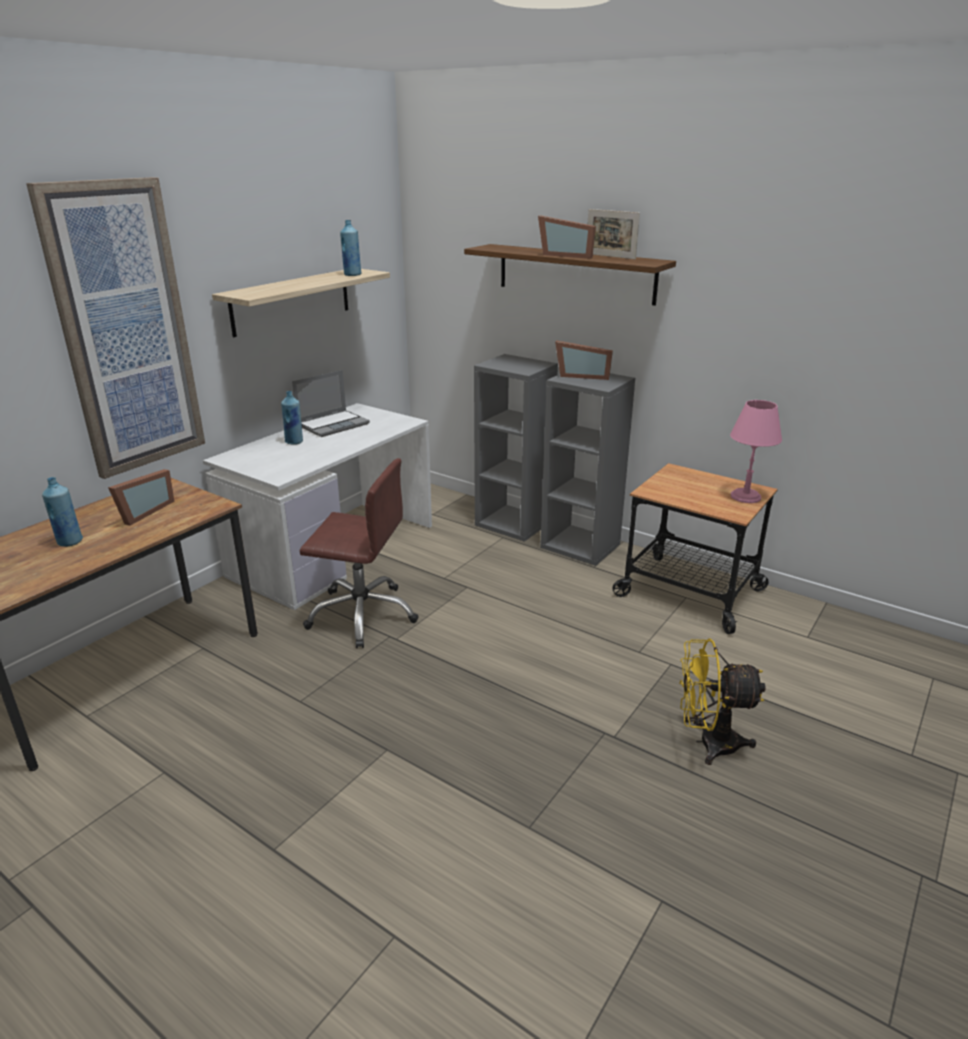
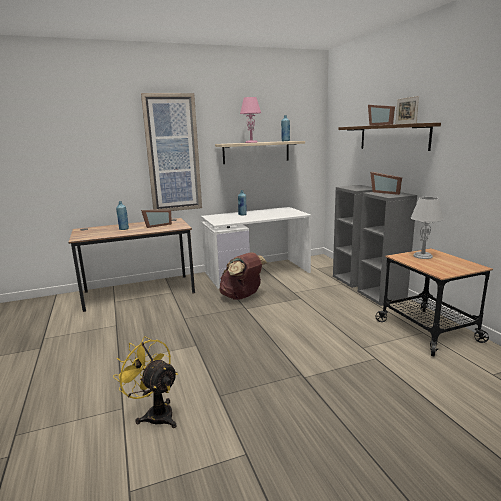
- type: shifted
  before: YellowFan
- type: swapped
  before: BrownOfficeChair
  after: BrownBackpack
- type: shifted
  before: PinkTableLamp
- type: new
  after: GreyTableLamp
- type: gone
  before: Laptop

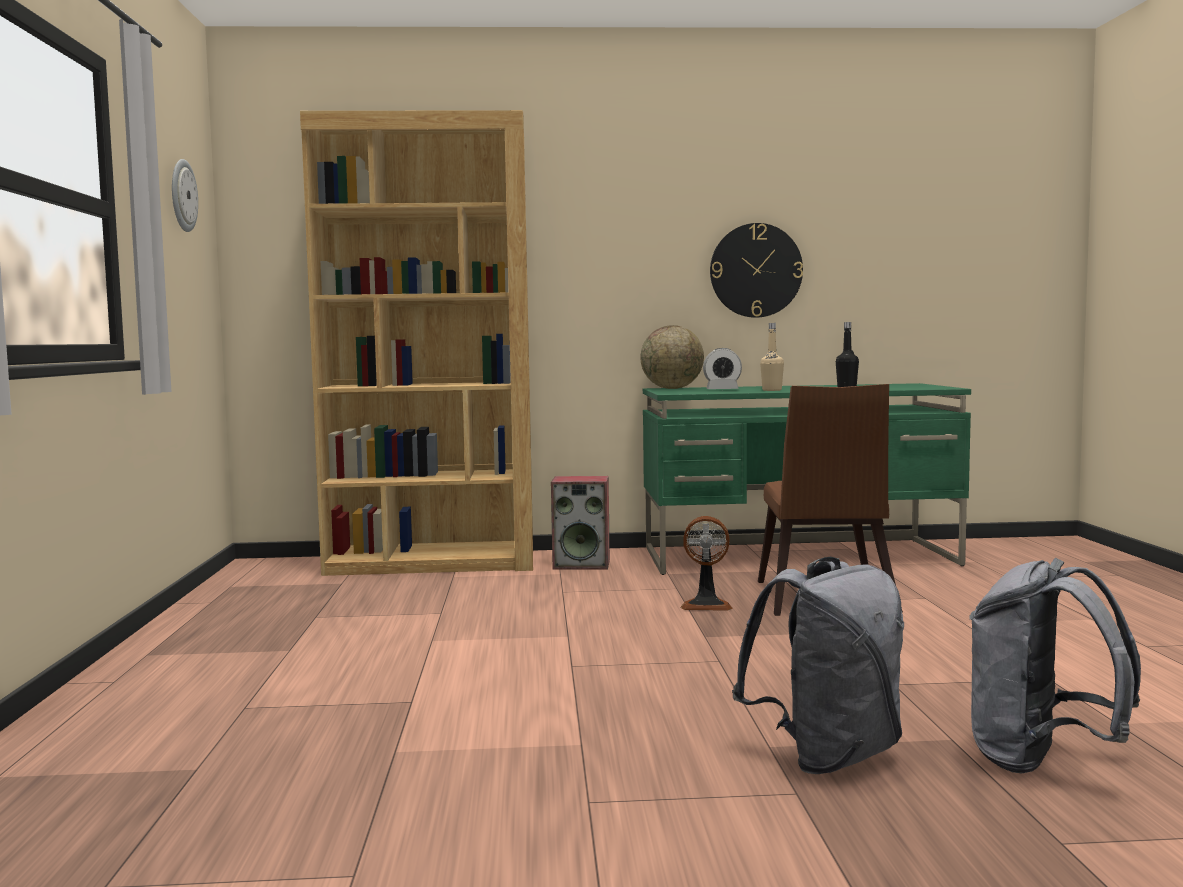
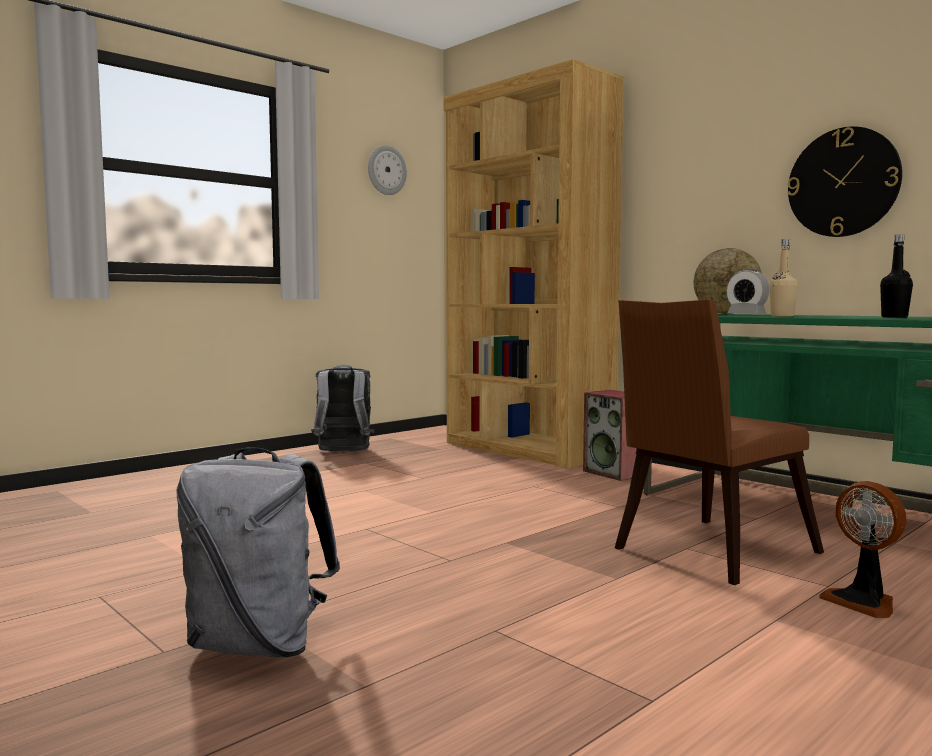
- type: shifted
  before: GreyBackpack (no. 2 from left)
- type: shifted
  before: Fan

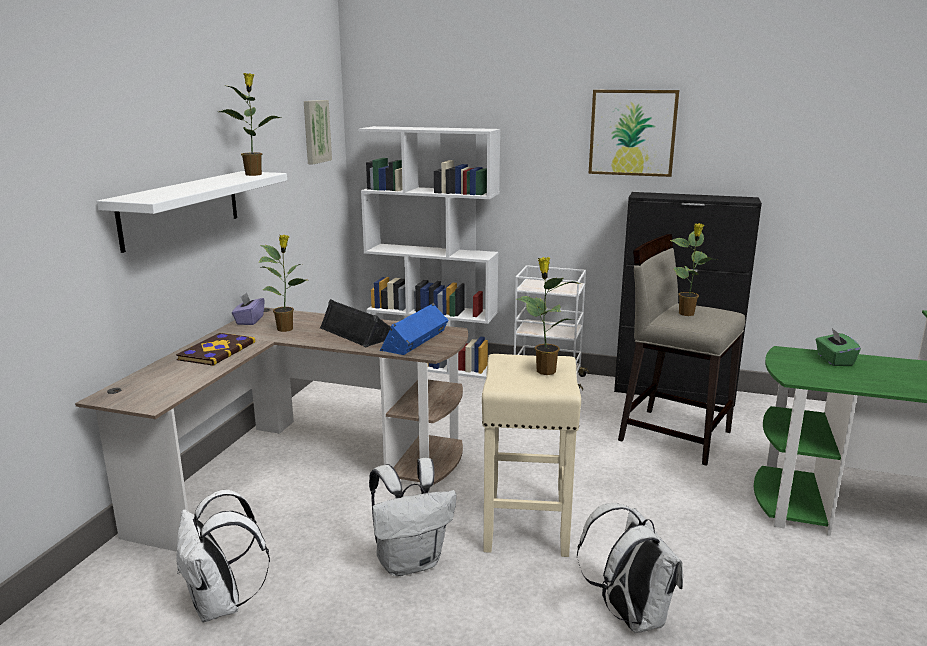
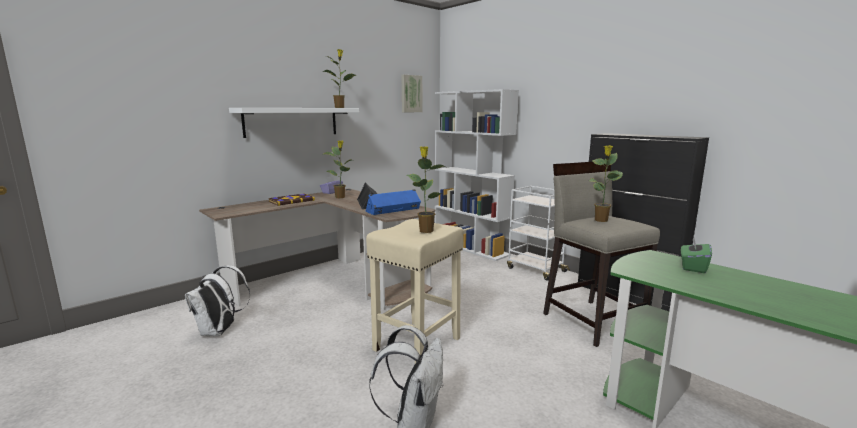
- type: gone
  before: WhiteBackpack (no. 2 from left)
- type: gone
  before: Picture (no. 2 from left)

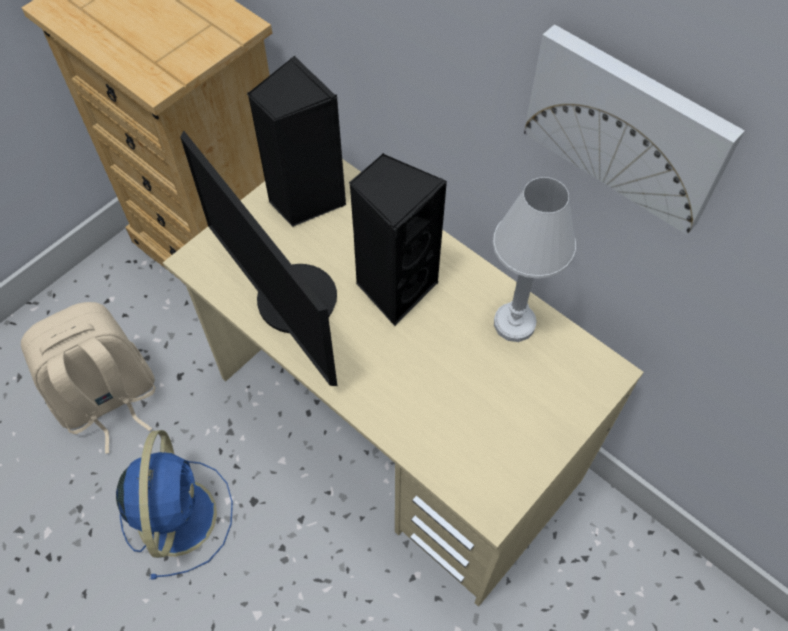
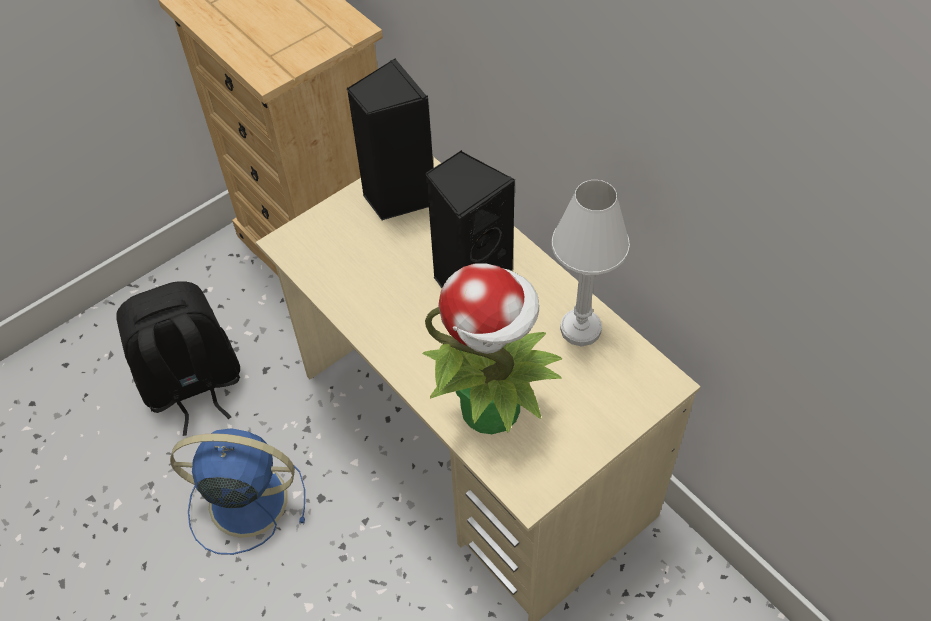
- type: repainted
  before: BeigeBackpack
  after: BlackBackpack
- type: rotated
  before: BlueFan
  turn: -90
- type: new
  after: PottedPlant
- type: gone
  before: Monitor
- type: gone
  before: Picture

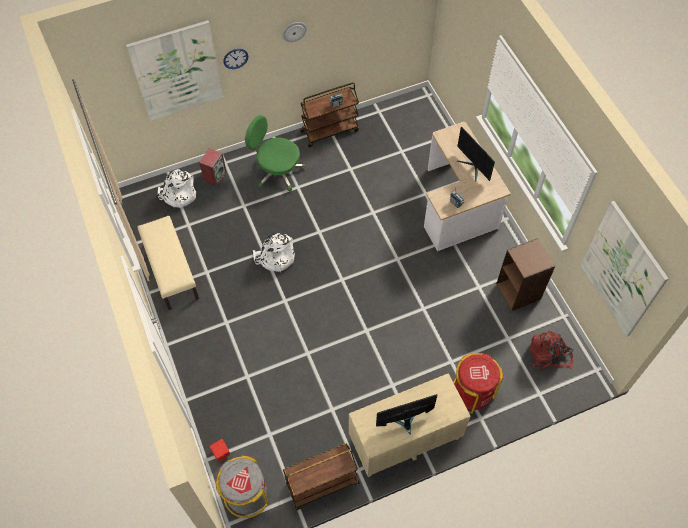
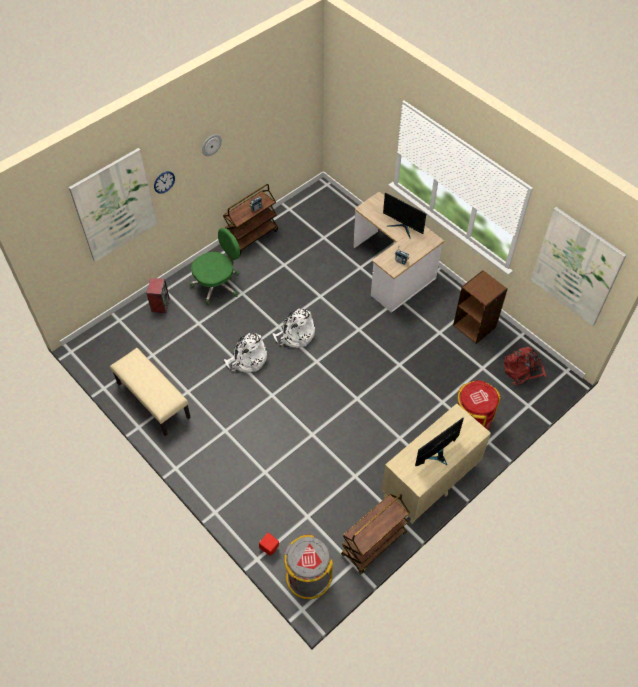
- type: rotated
  before: GreenOfficeChair
  turn: 135
- type: shifted
  before: WhiteBackpack (no. 1 from left in the first image)
  after: WhiteBackpack (no. 2 from left)

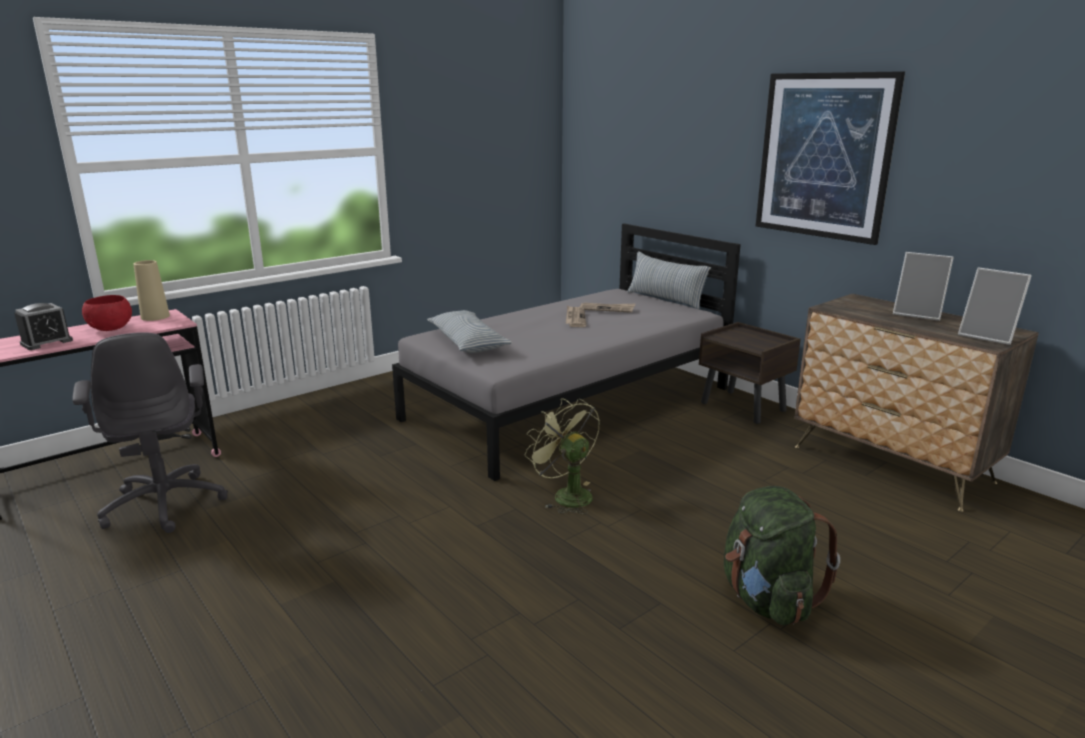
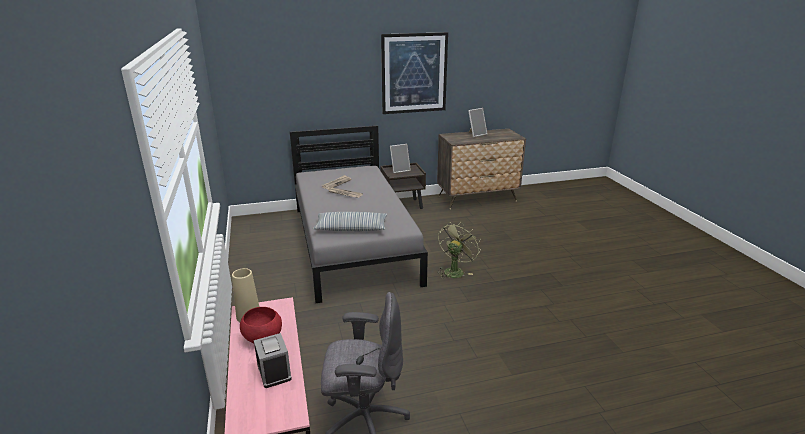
- type: shifted
  before: PictureFrame (no. 2 from left in the first image)
  after: PictureFrame (no. 1 from left)
- type: rotated
  before: GreenFan
  turn: 135
- type: gone
  before: Pillow (no. 2 from left)
- type: gone
  before: GreenBackpack

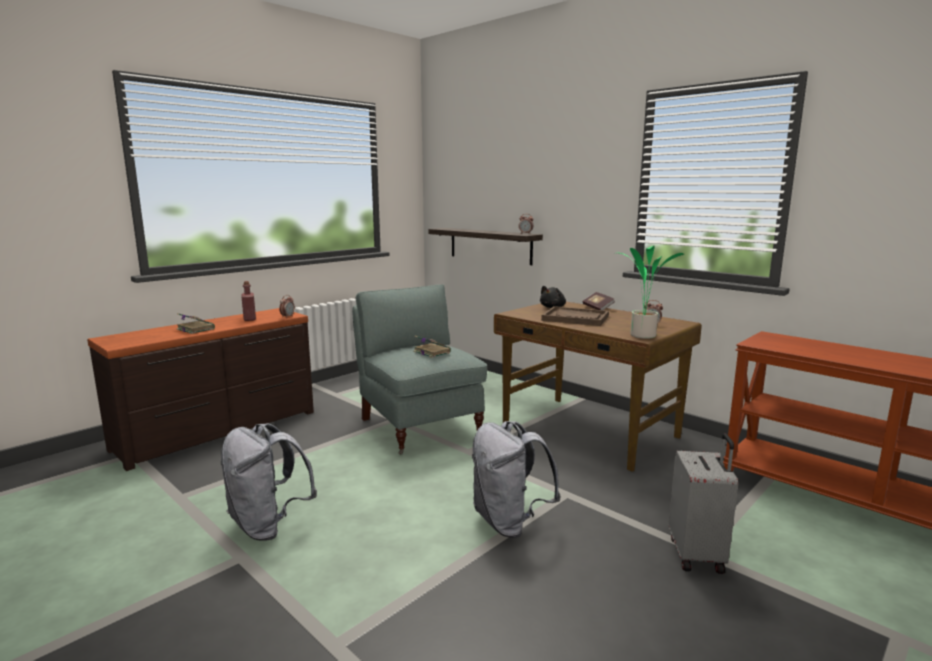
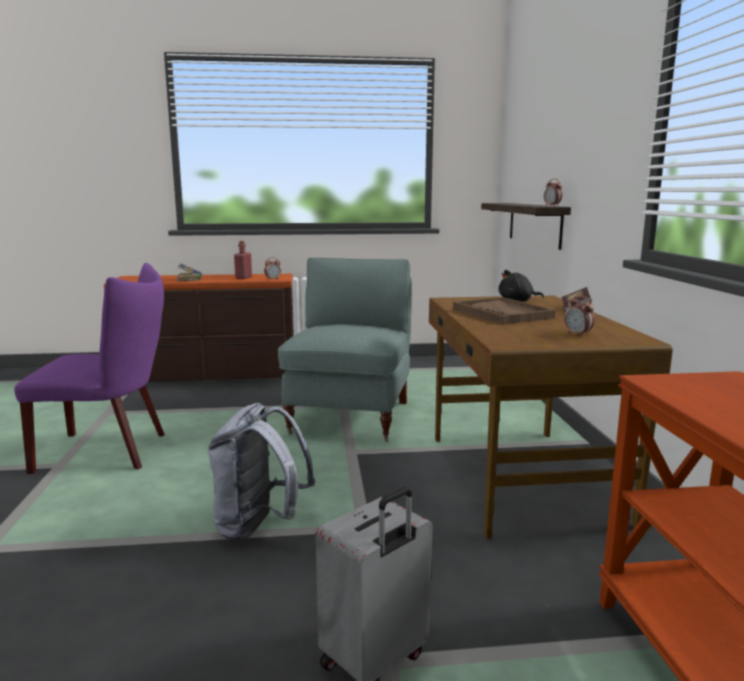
- type: swapped
  before: GreyBackpack (no. 1 from left)
  after: PurpleChair
- type: gone
  before: Book (no. 2 from left)
- type: gone
  before: PottedPlant

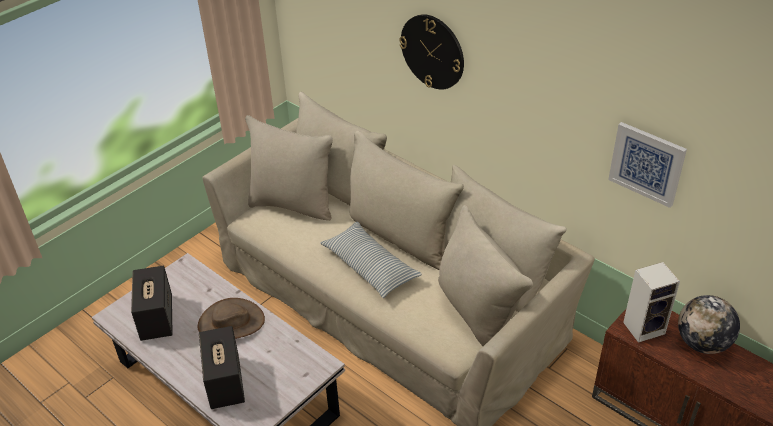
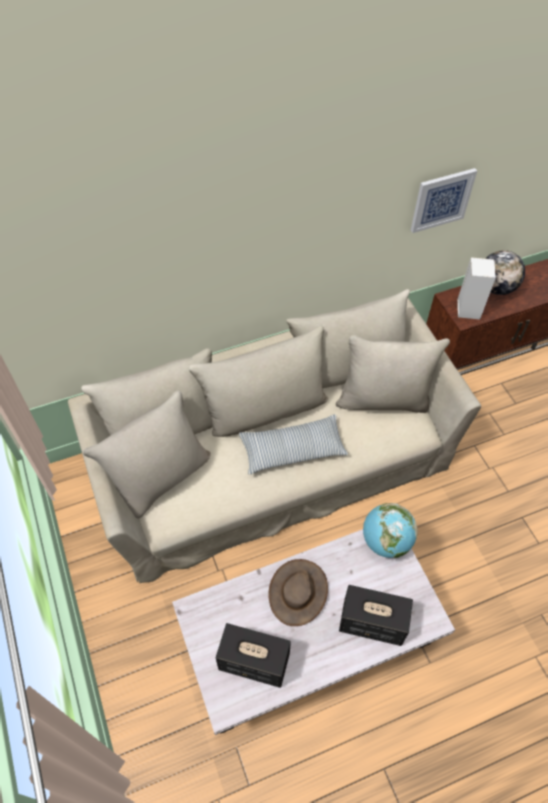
- type: new
  after: Globe (no. 1 from left)
- type: gone
  before: WallClock

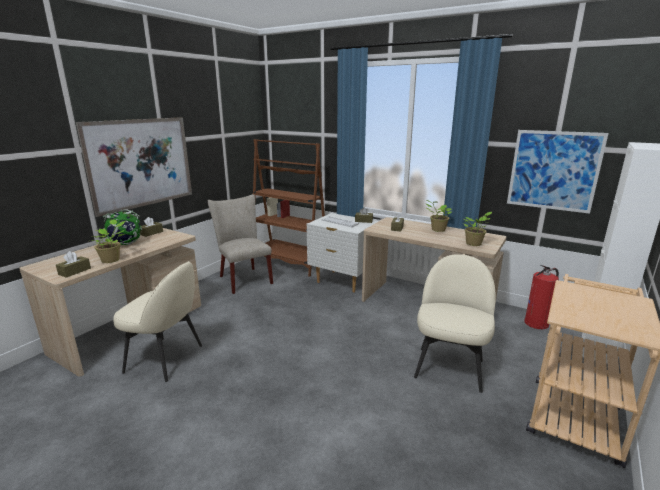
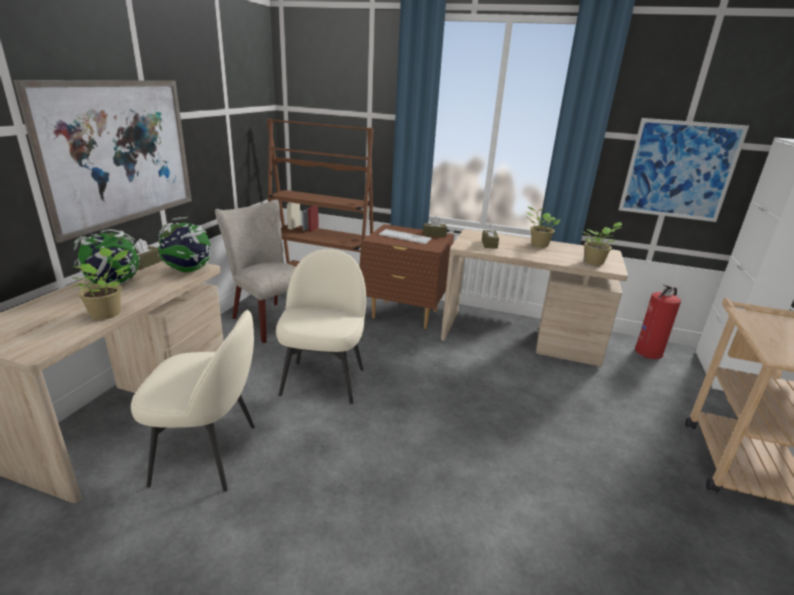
- type: new
  after: Globe (no. 2 from left)
- type: shifted
  before: BeigeChair (no. 3 from left)
- type: repainted
  before: WhiteNightstand
  after: BrownNightstand
- type: gone
  before: BrownTissueBox (no. 1 from left)

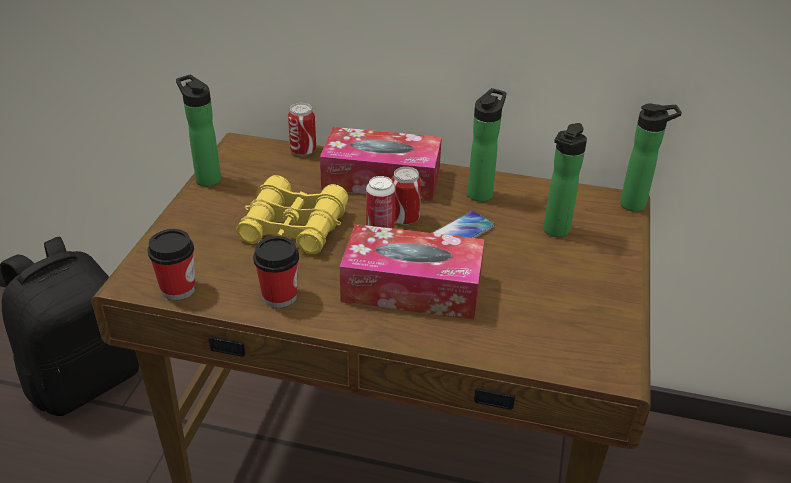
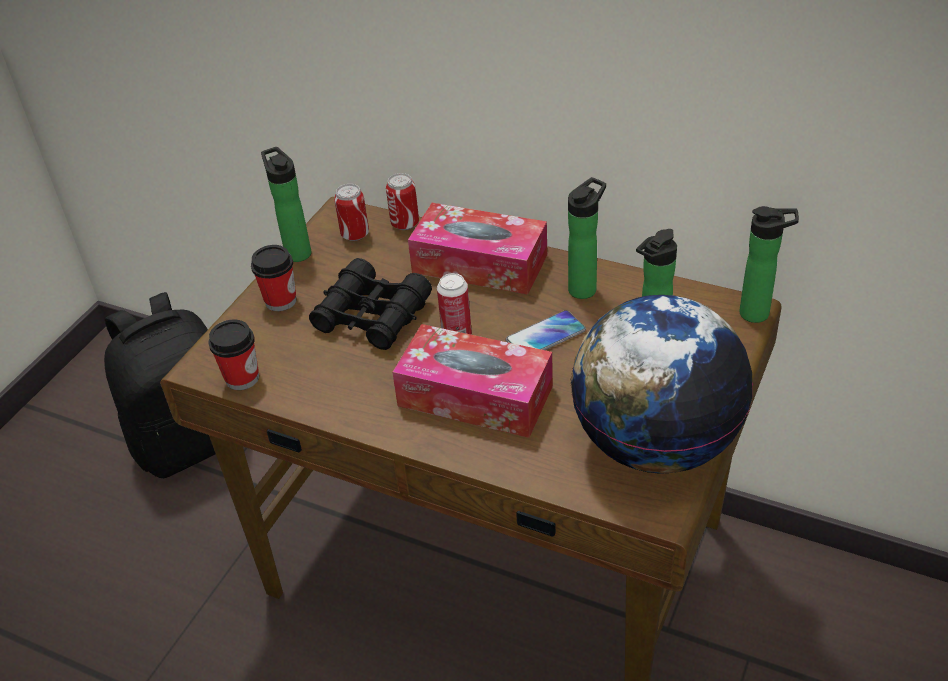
- type: shifted
  before: Cup (no. 2 from left)
- type: repainted
  before: YellowBinoculars
  after: BlackBinoculars
- type: shifted
  before: Can (no. 3 from left in the first image)
  after: Can (no. 1 from left)
- type: new
  after: Globe

